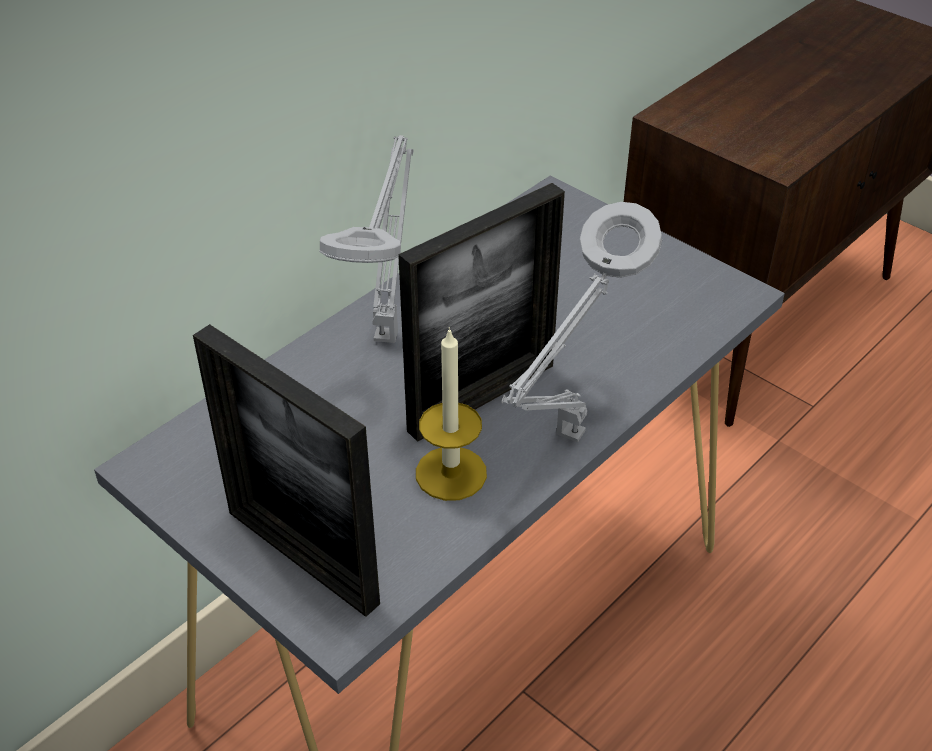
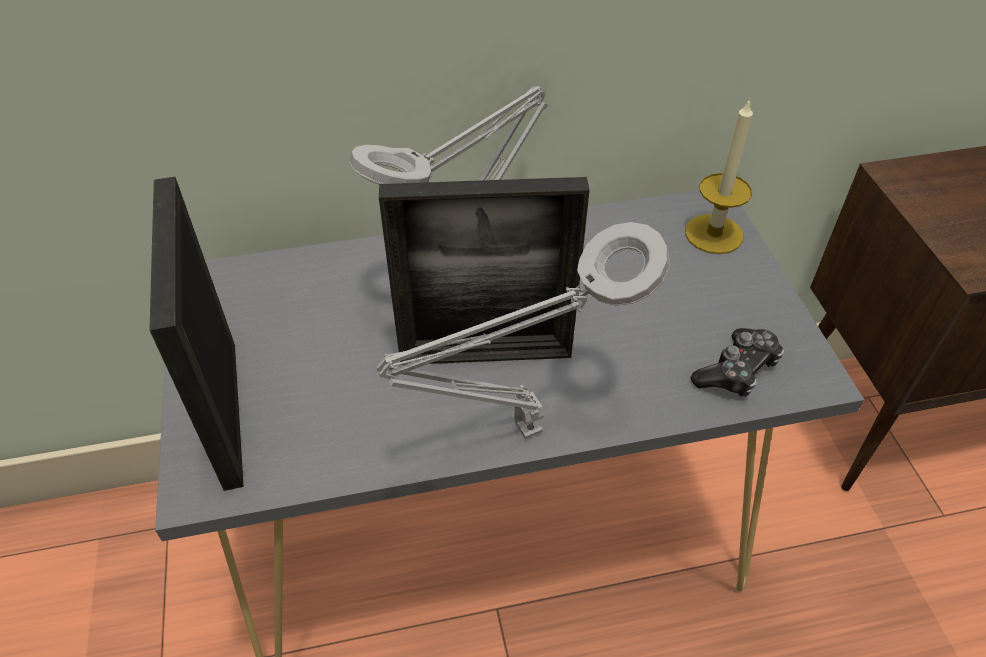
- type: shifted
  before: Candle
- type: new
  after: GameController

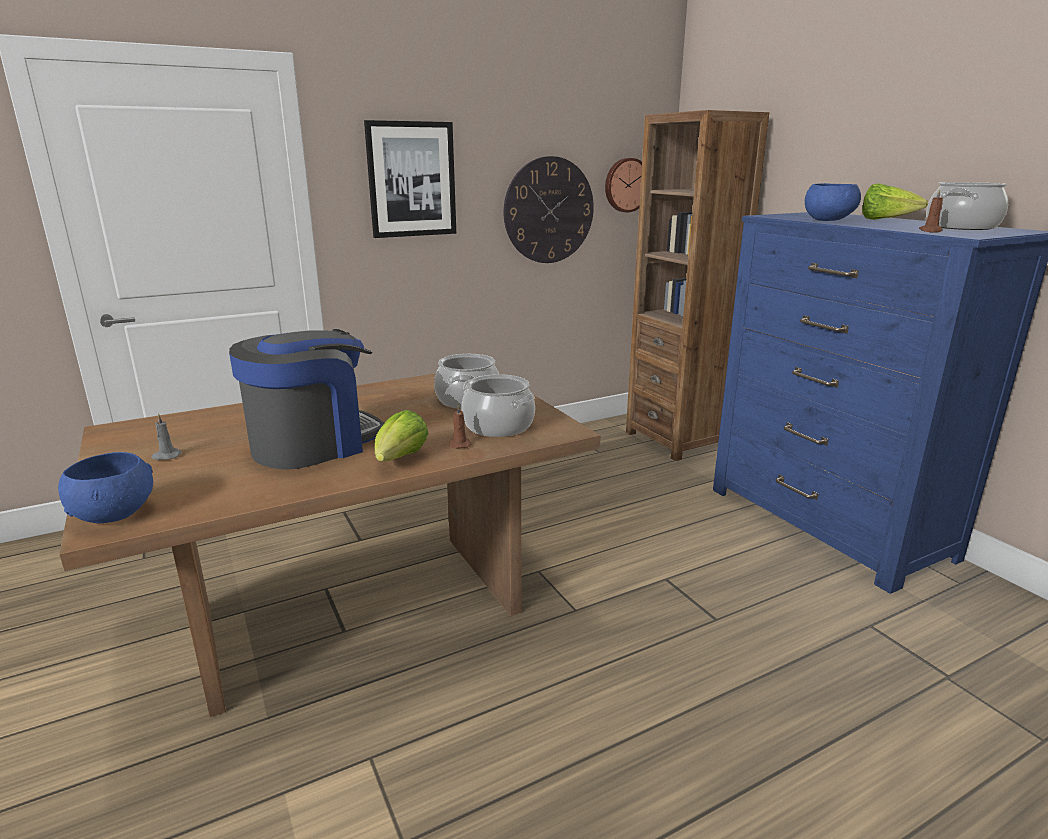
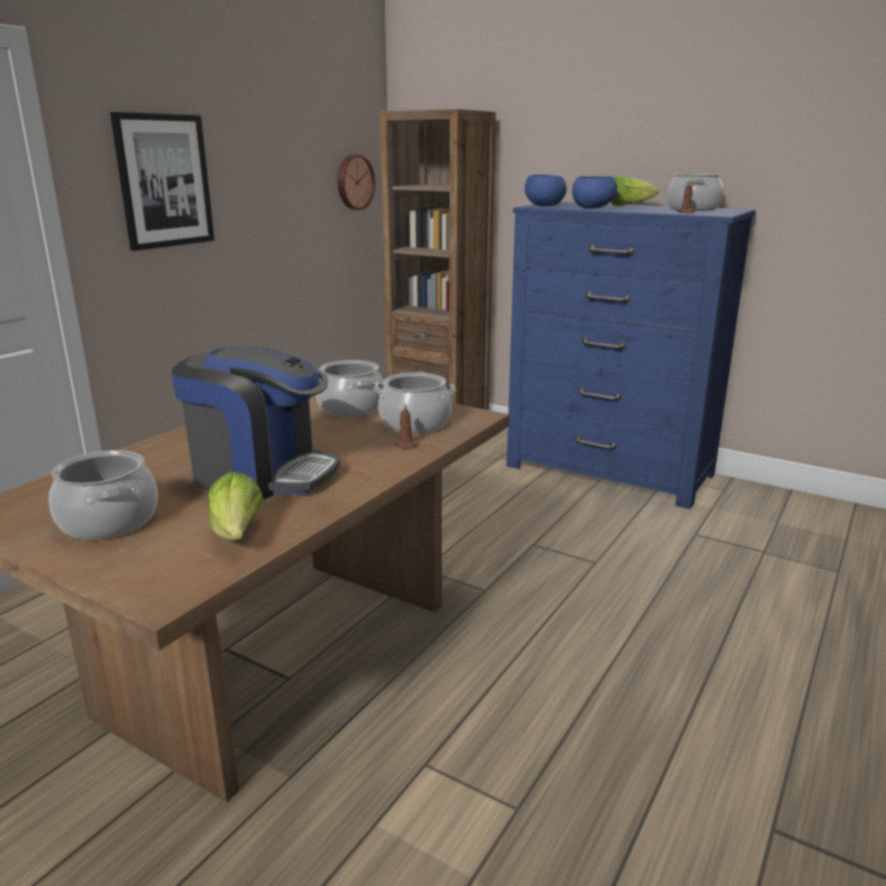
- type: swapped
  before: GreyCandle
  after: CookingPot (no. 1 from left)
- type: rotated
  before: CoffeeMachine
  turn: 90
- type: shifted
  before: Lettuce (no. 1 from left)
- type: shifted
  before: BlueBowl (no. 1 from left)
- type: gone
  before: WallClock (no. 1 from left)

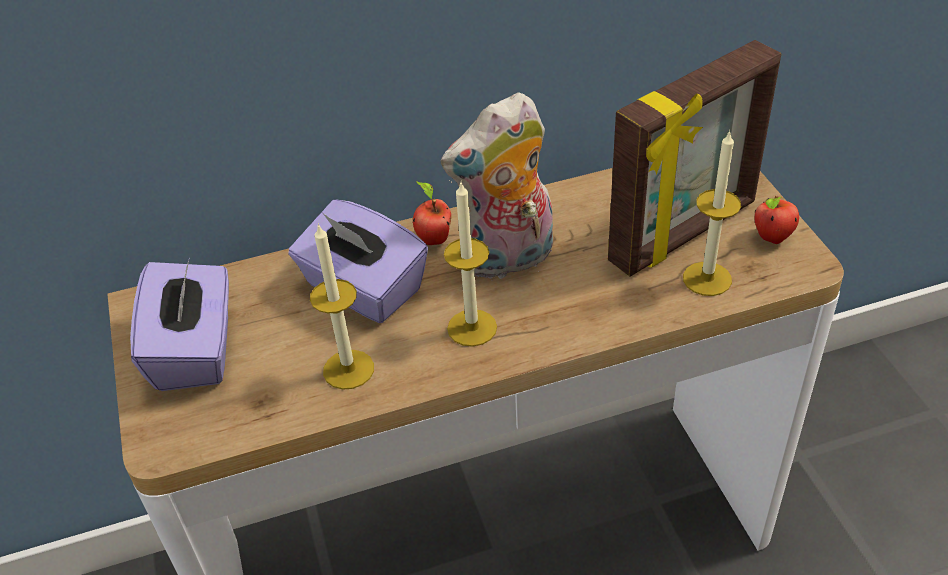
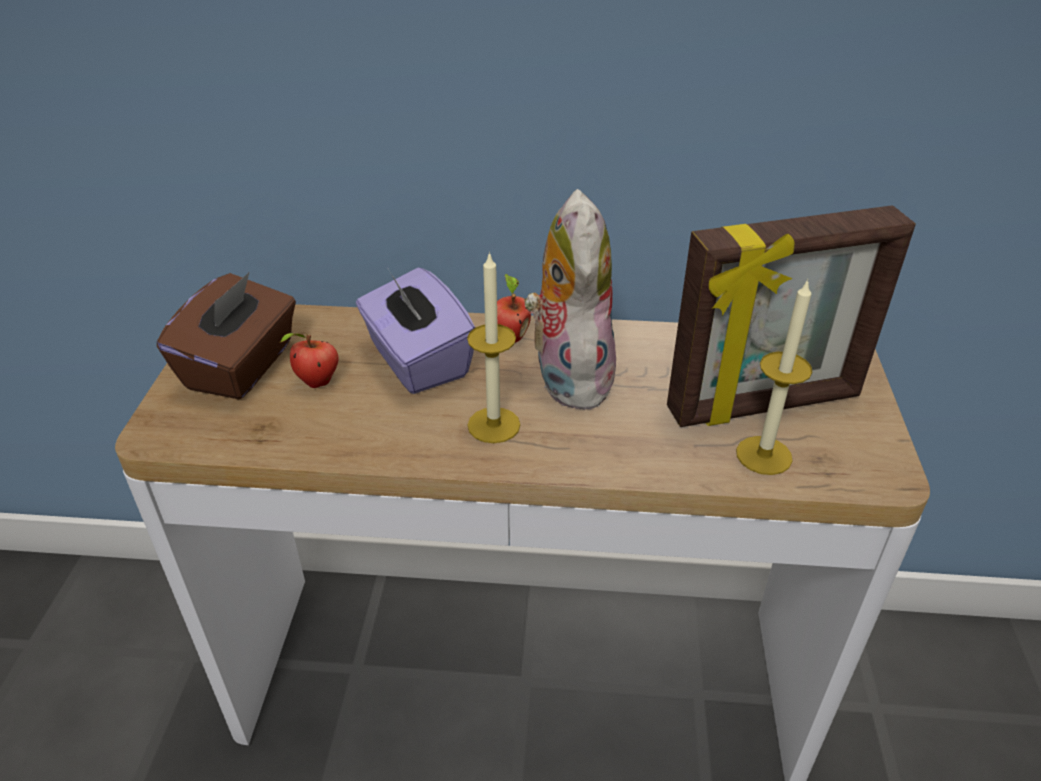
- type: repainted
  before: PurpleTissueBox (no. 1 from left)
  after: BrownTissueBox
- type: shifted
  before: Apple (no. 2 from left in the first image)
  after: Apple (no. 1 from left)
- type: rotated
  before: PlushToy
  turn: 90
- type: gone
  before: Candle (no. 1 from left)

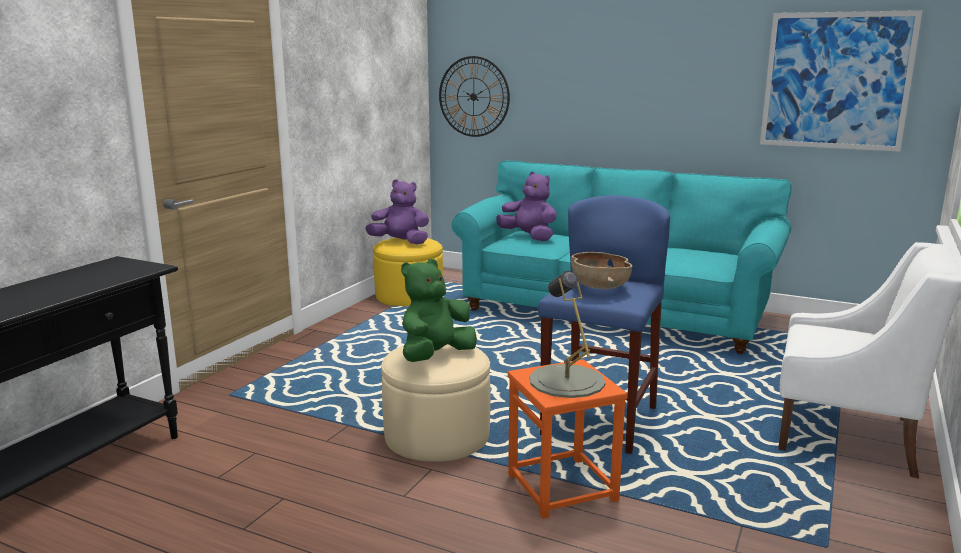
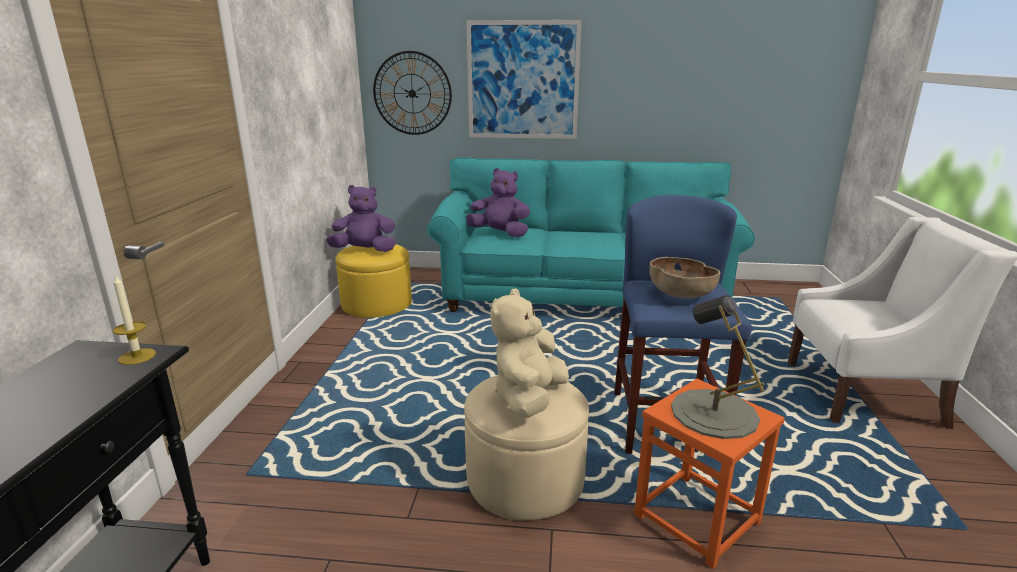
- type: new
  after: Candle
- type: shifted
  before: Picture
- type: repainted
  before: GreenPlushToy
  after: BeigePlushToy

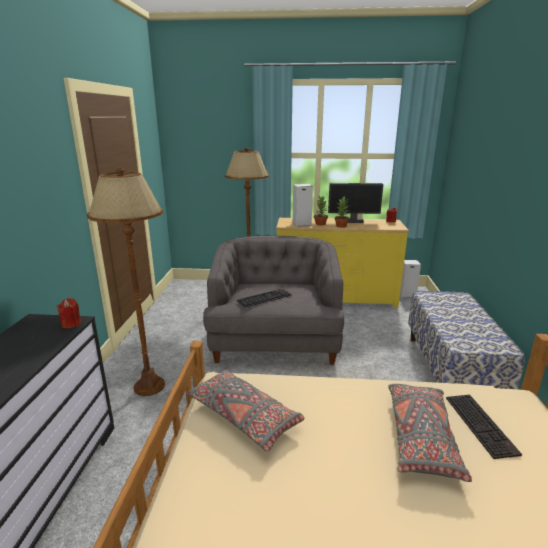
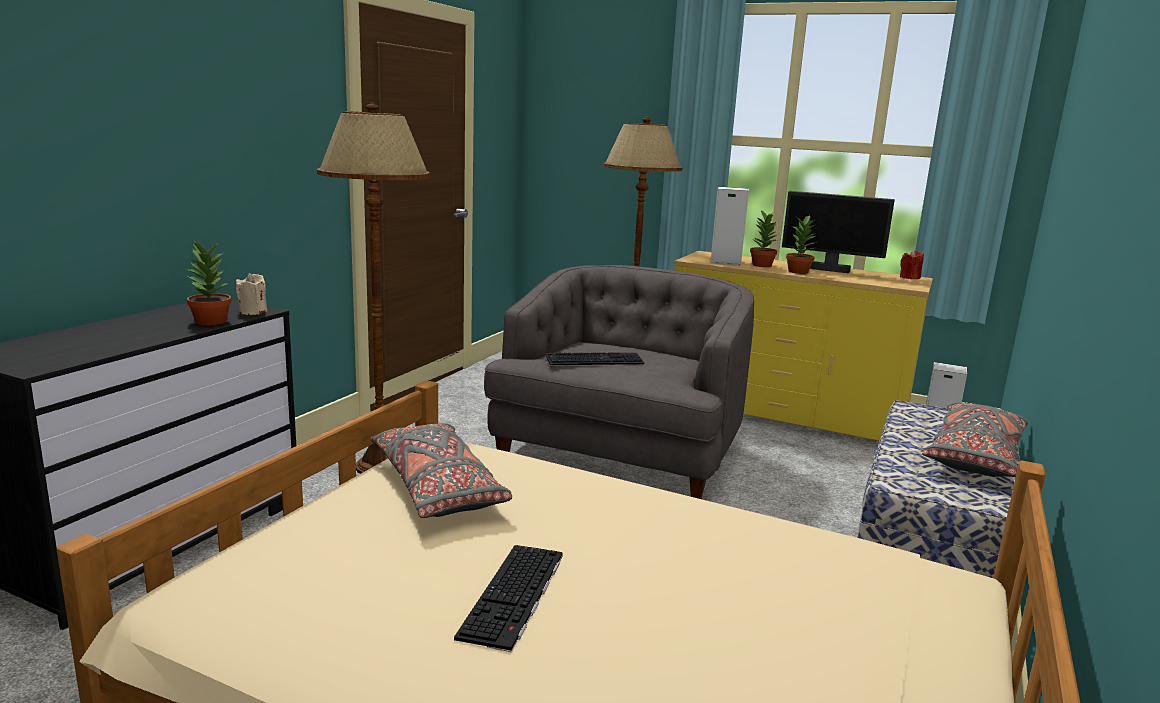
- type: new
  after: PottedPlant (no. 1 from left)
- type: repainted
  before: RedCandle (no. 1 from left)
  after: BeigeCandle
- type: shifted
  before: Keyboard (no. 2 from left in the first image)
  after: Keyboard (no. 1 from left)
- type: shifted
  before: GreyPillow (no. 2 from left)

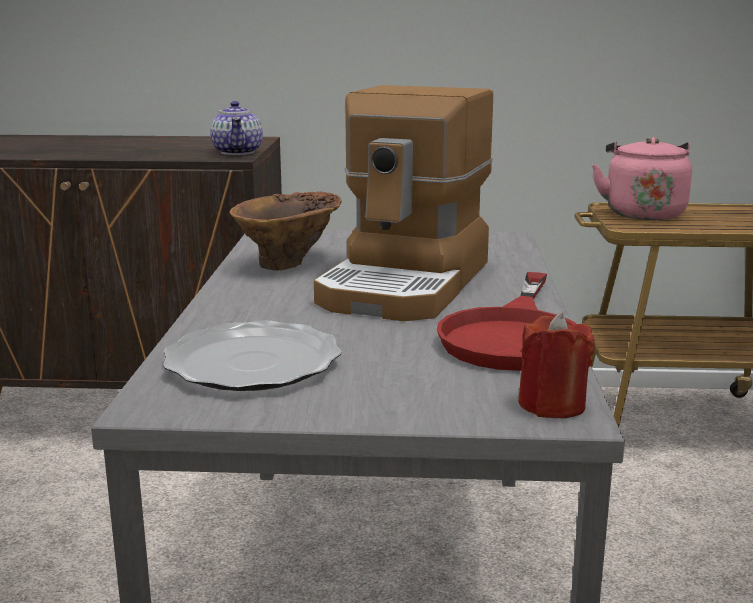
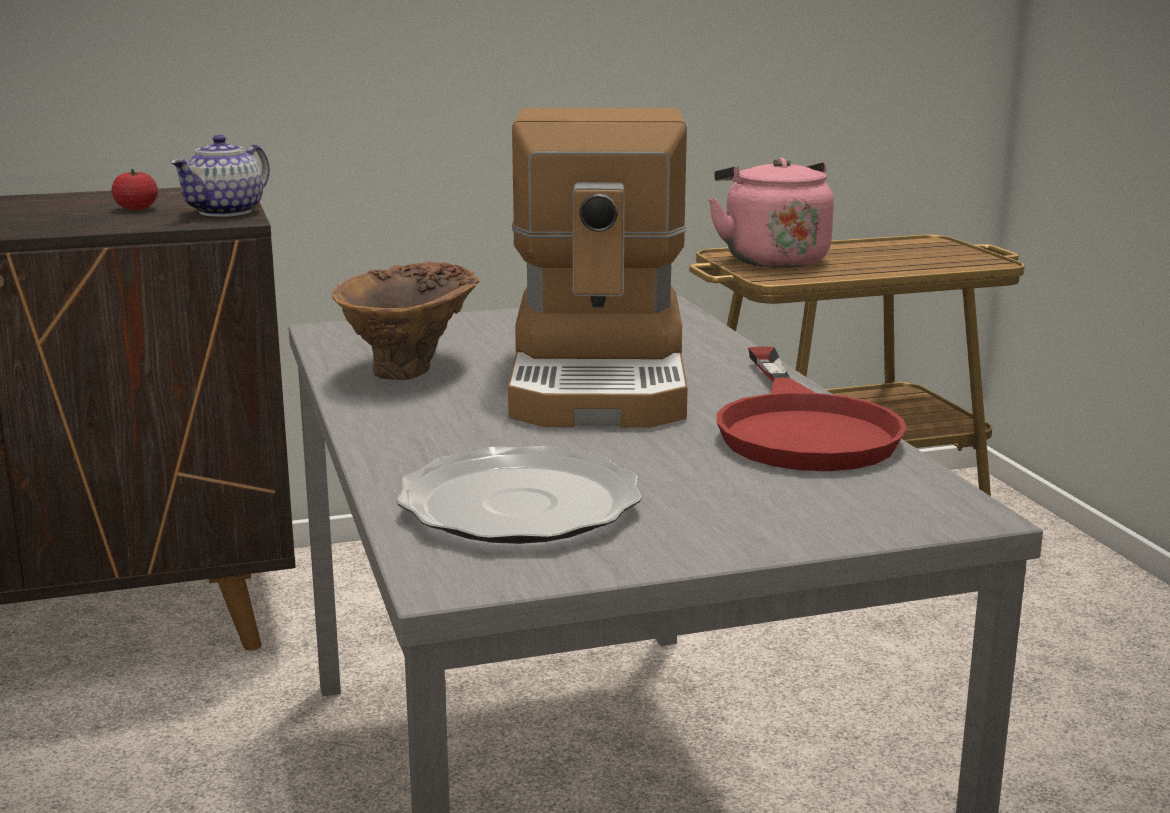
- type: new
  after: Tomato
- type: rotated
  before: Teapot
  turn: 60
- type: gone
  before: RedCandle

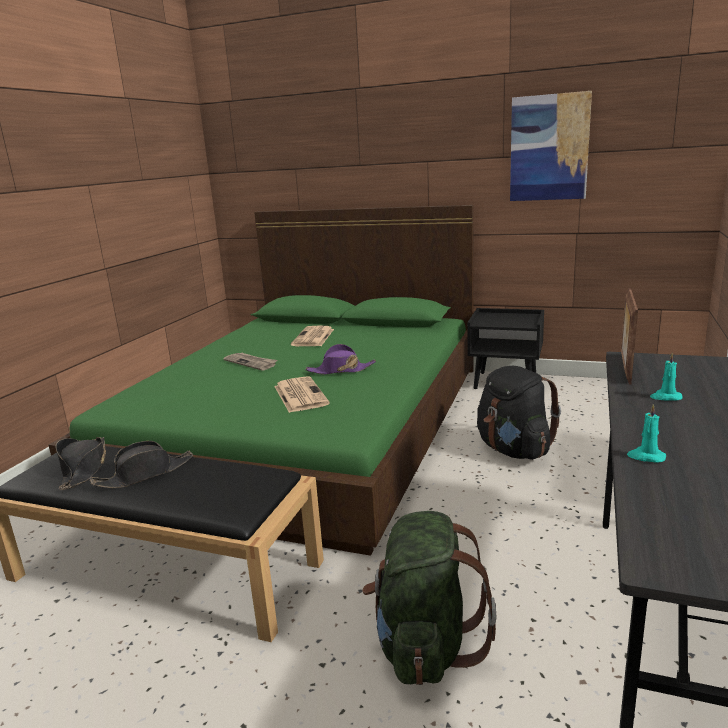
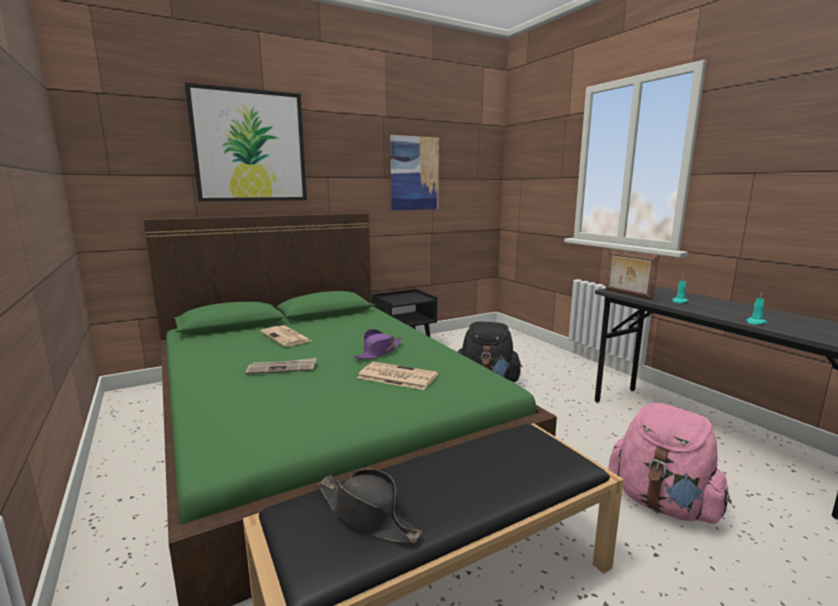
- type: new
  after: Picture (no. 1 from left)
- type: repainted
  before: GreenBackpack
  after: PinkBackpack
- type: gone
  before: BlackHat (no. 2 from left)

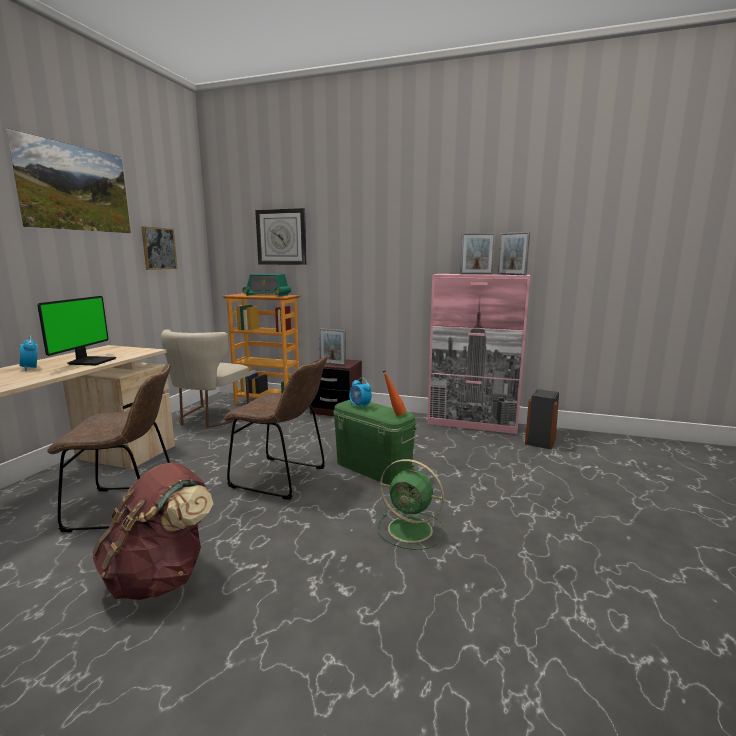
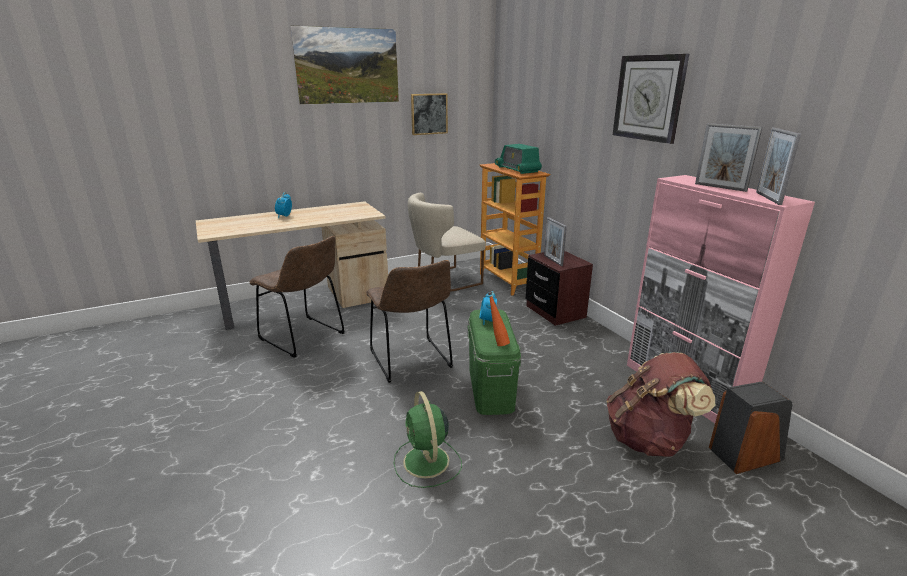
- type: shifted
  before: BrownBackpack
- type: shifted
  before: WallClock
- type: gone
  before: Monitor

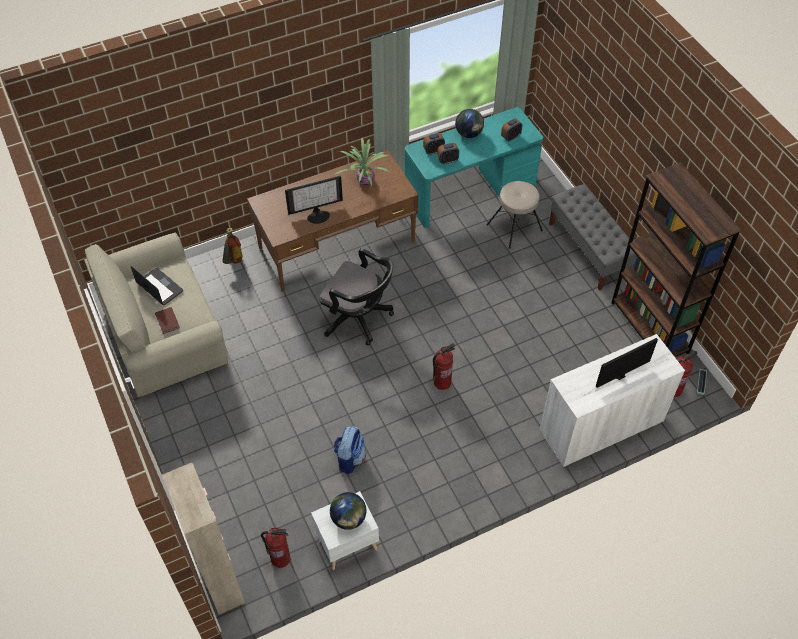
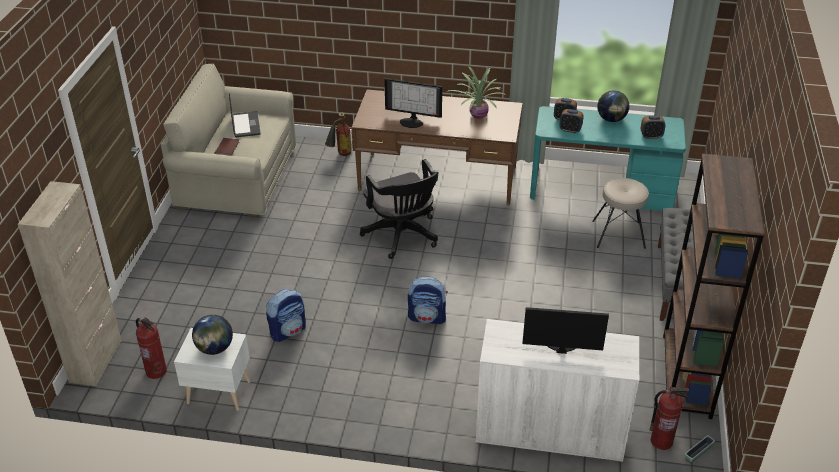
- type: swapped
  before: FireExtinguisher (no. 3 from left)
  after: Backpack (no. 2 from left)

